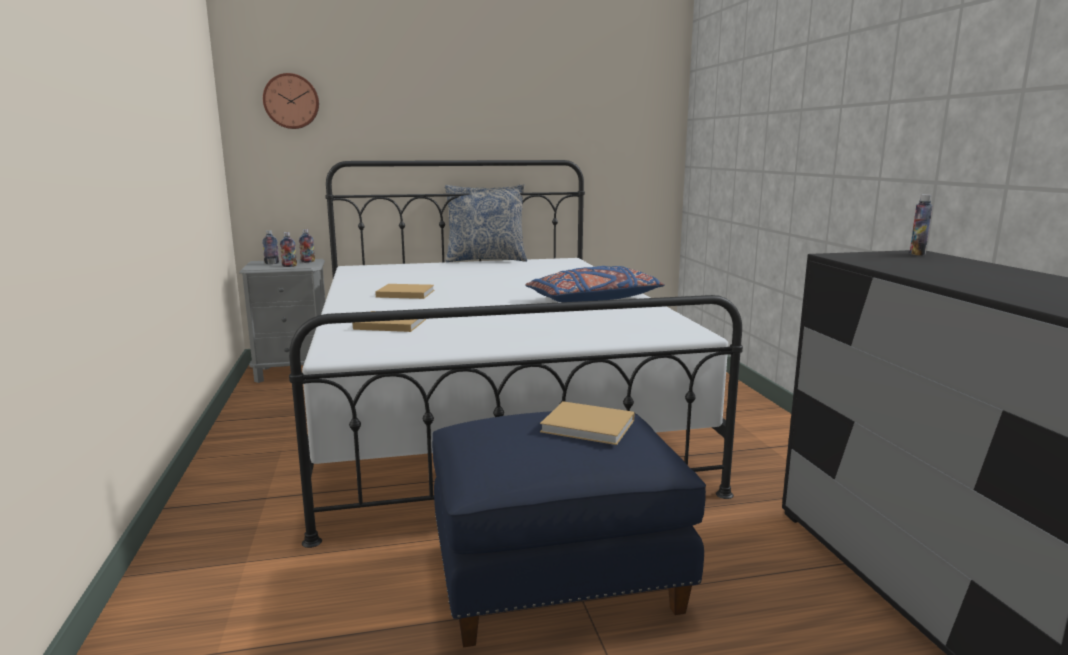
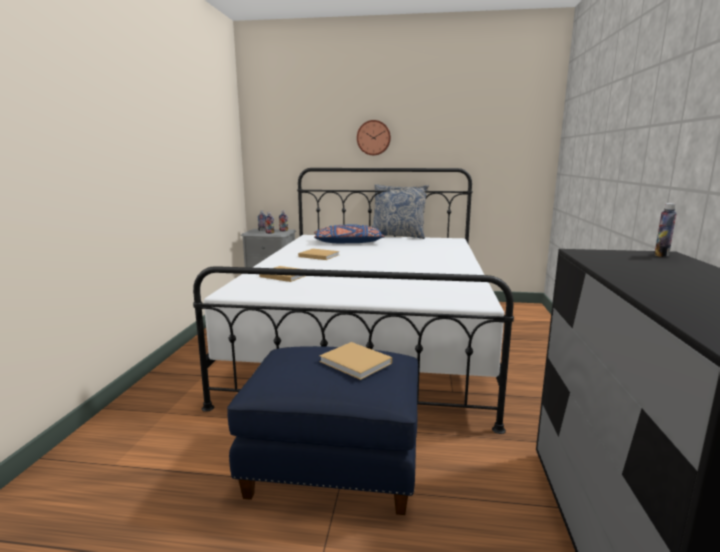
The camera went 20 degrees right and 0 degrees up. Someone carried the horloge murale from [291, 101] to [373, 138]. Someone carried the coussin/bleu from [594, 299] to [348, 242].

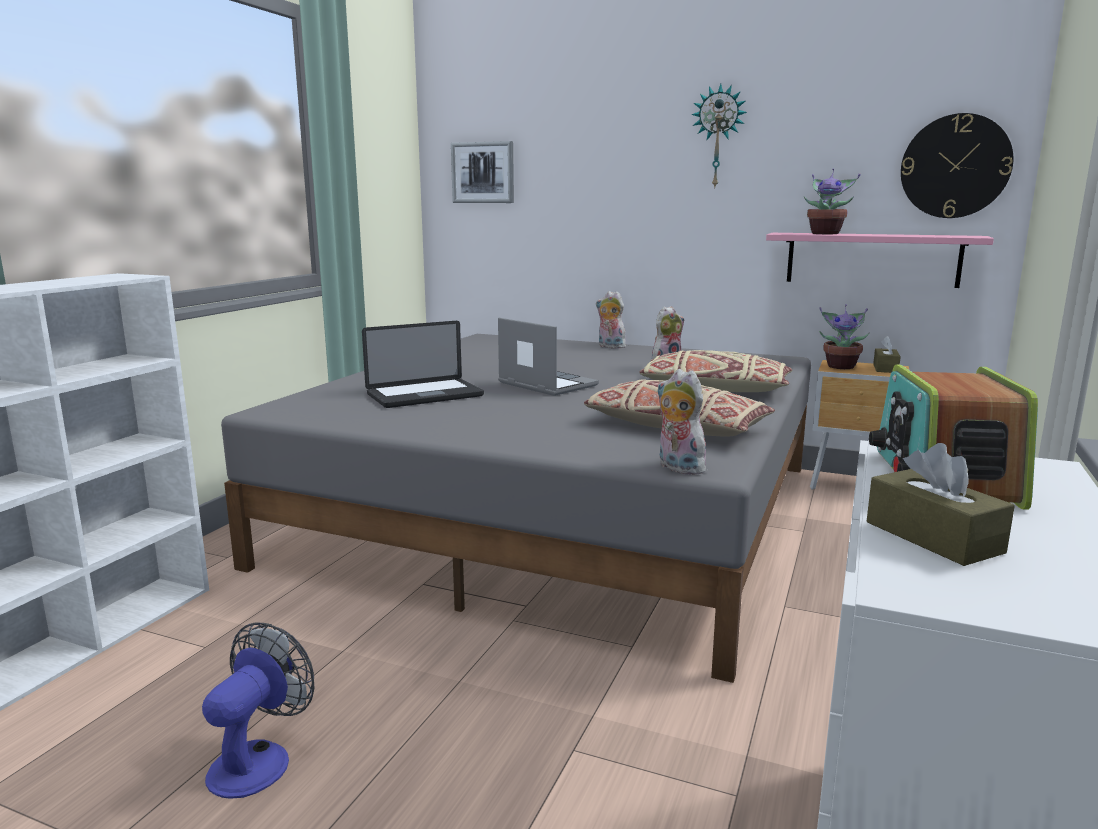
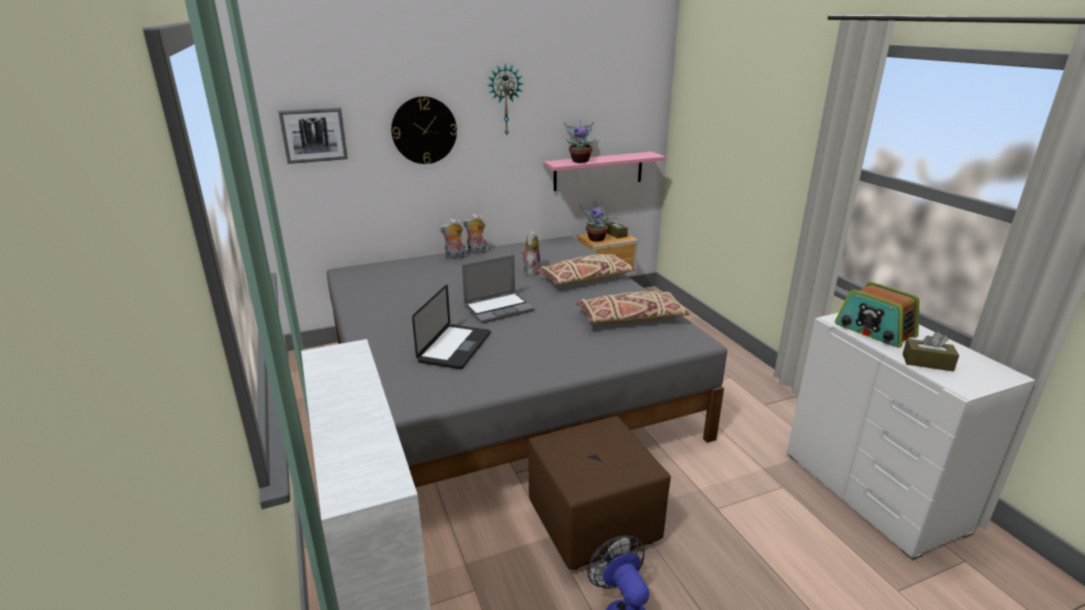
The camera went 45 degrees left and 10 degrees up. Someone rotated the ordinateur portable at [545, 384] by 150 degrees clockwise. Someone carried the peluche from [677, 468] to [476, 252]. Someone carried the horloge murale from [955, 166] to [424, 130]. Someone put down the pouf/marron at [593, 523].

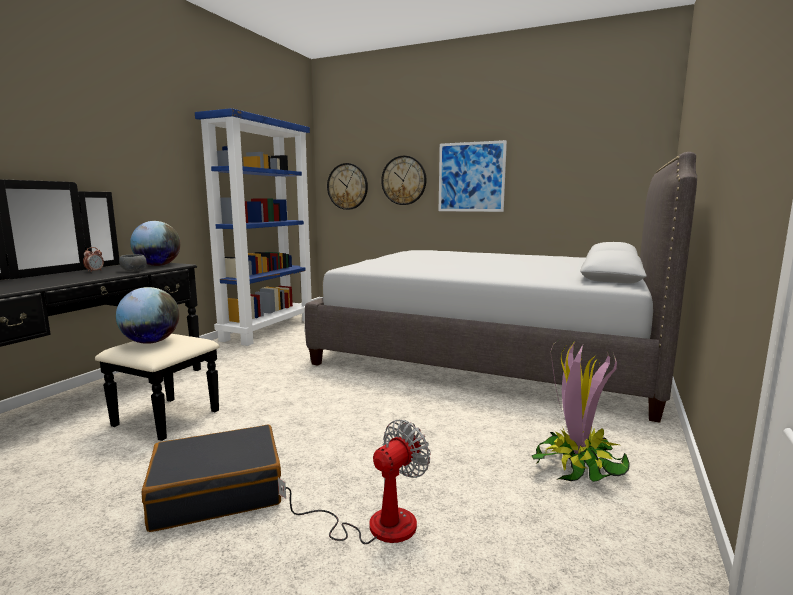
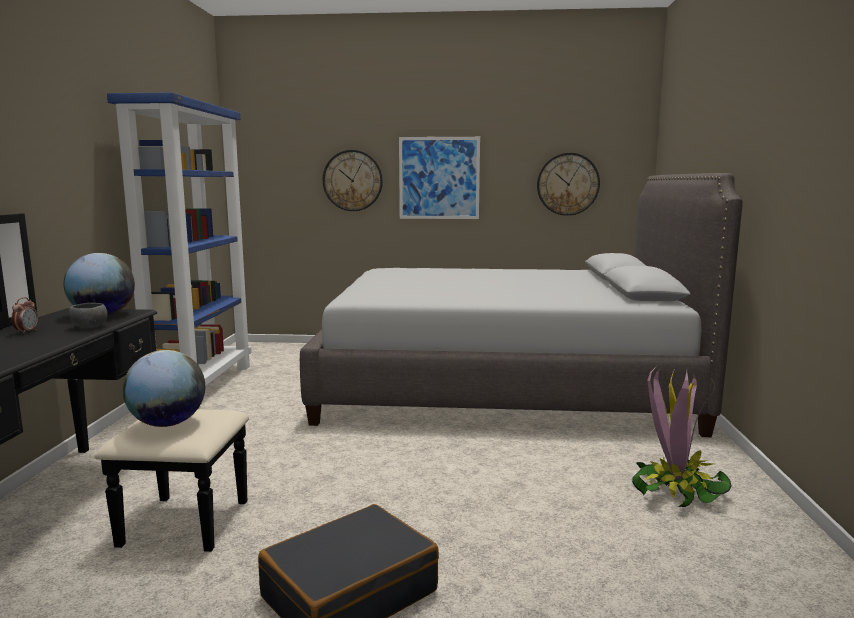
The camera went 20 degrees left and 0 degrees up. Someone took away the ventilateur at [374, 525]. Someone carried the horloge murale from [347, 186] to [568, 184].

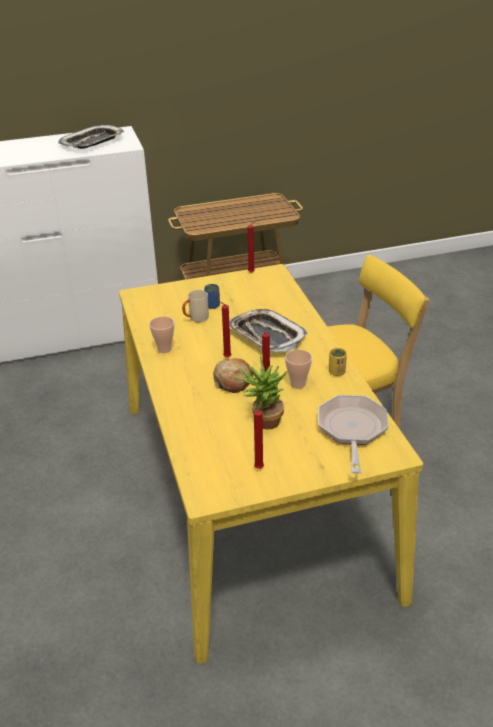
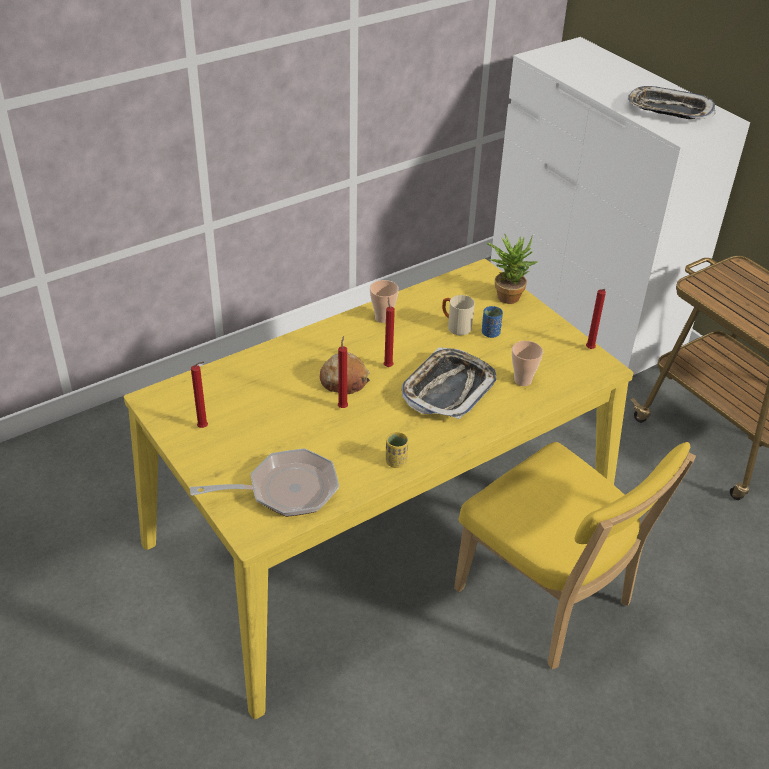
The camera went 70 degrees right and 5 degrees up. Someone carried the plante en pot from [263, 422] to [507, 294]. Someone carried the tasse from [297, 384] to [522, 380].

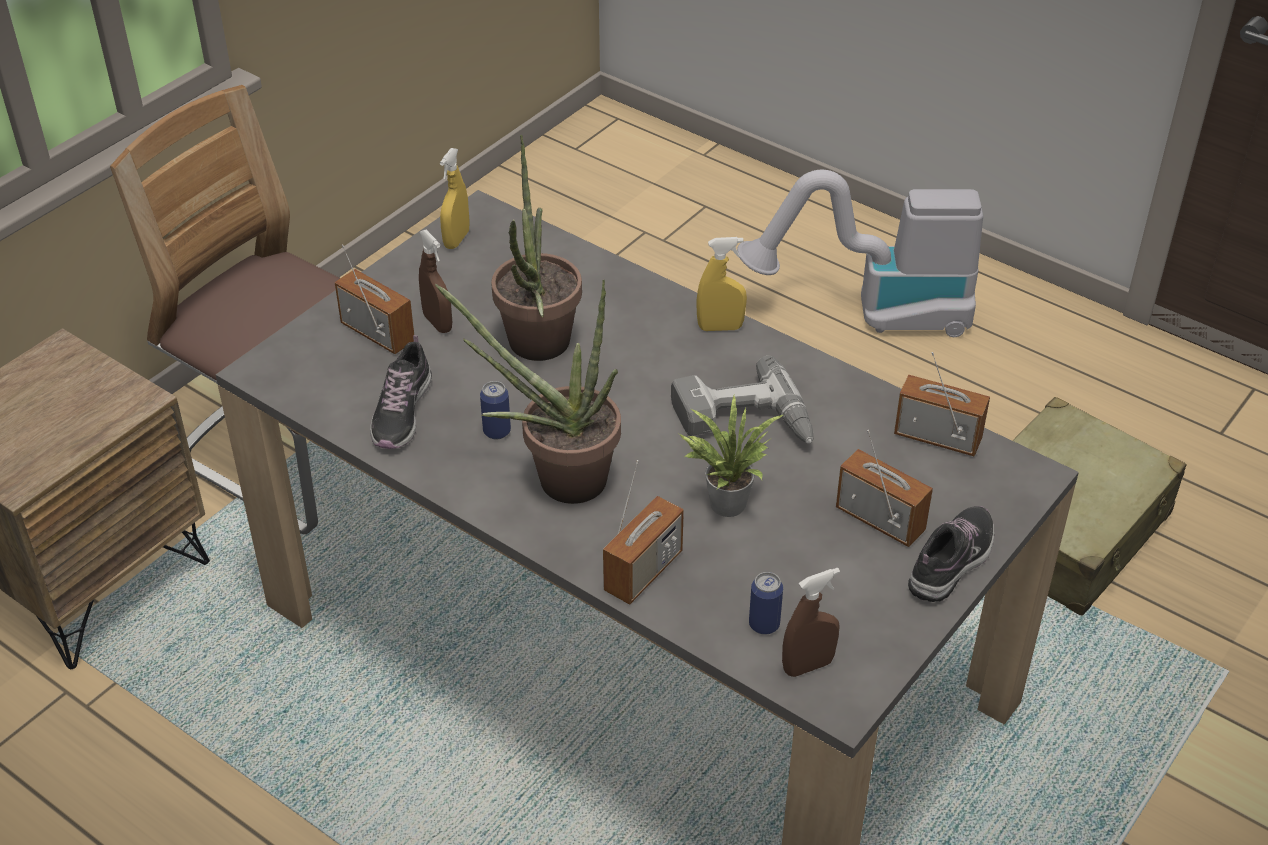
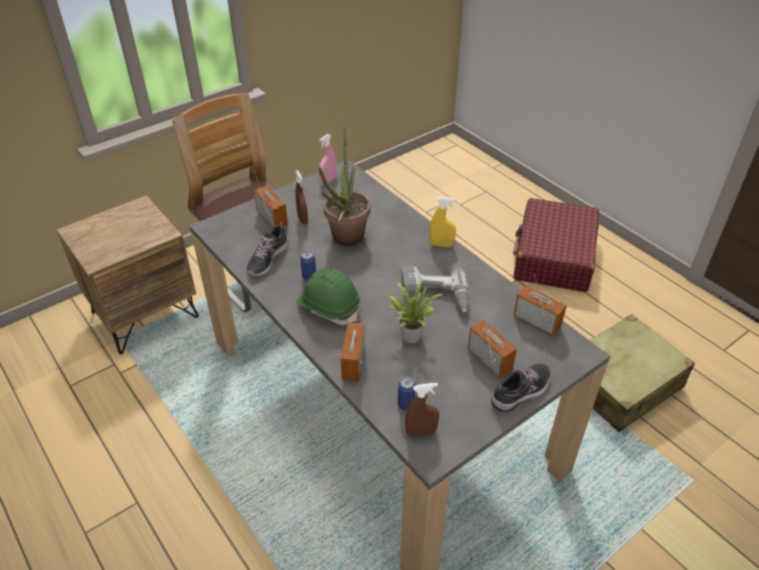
The camera went 15 degrees right and 0 degrees up. Someone swapped the plante en pot at [557, 480] for the casque de chantier/vert at [329, 307]. Someone repainted the vaporisateur/jaune at [456, 239], which became the vaporisateur/rose at [328, 181]. Someone rotated the radio at [643, 572] by 135 degrees clockwise. Someone swapped the aspirateur at [873, 314] for the valise/rouge at [553, 256].

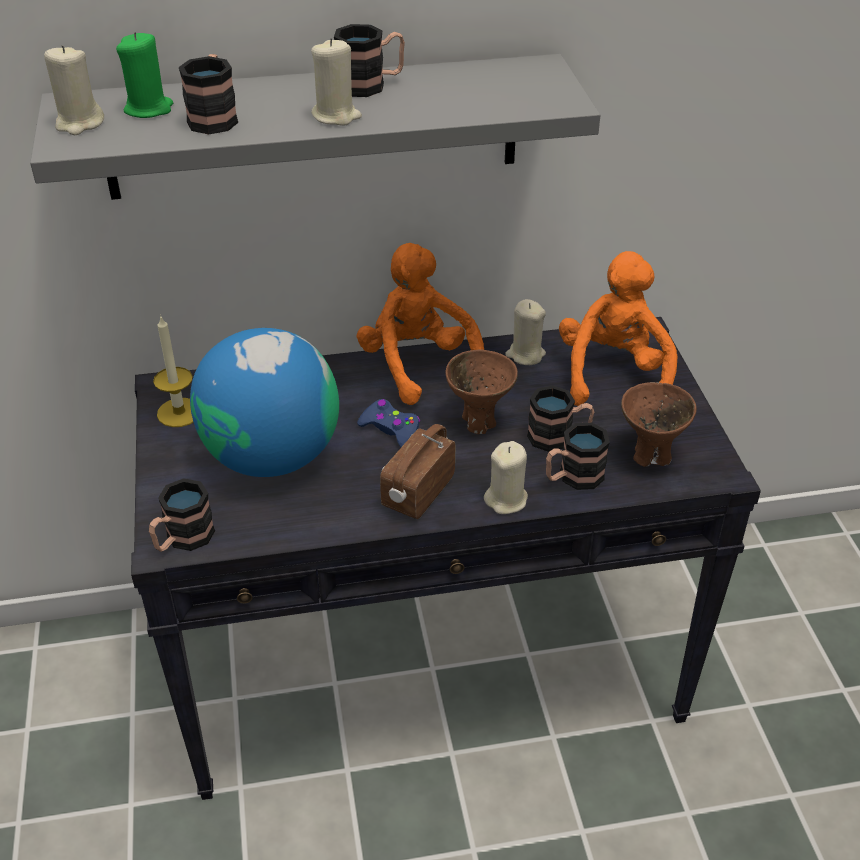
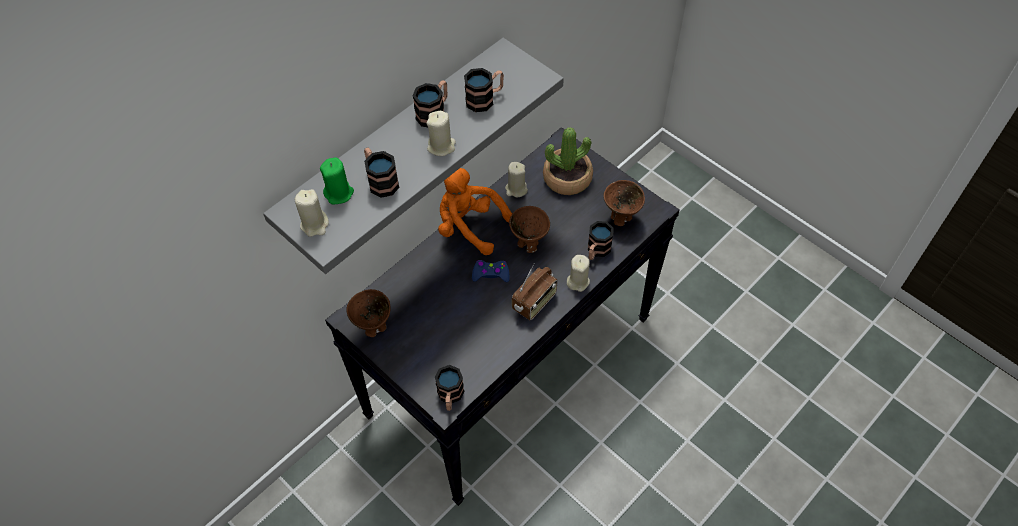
The camera went 35 degrees left and 15 degrees up. Someone swapped the bougie at [179, 412] for the bol/marron at [374, 328]. Someone took away the globe at [272, 455]. Someone rotated the radio at [417, 492] by 135 degrees counterclockwise. Someone carried the mug from [558, 437] to [485, 99]. Someone swapped the peluche/orange at [613, 374] for the plante en pot at [567, 178].

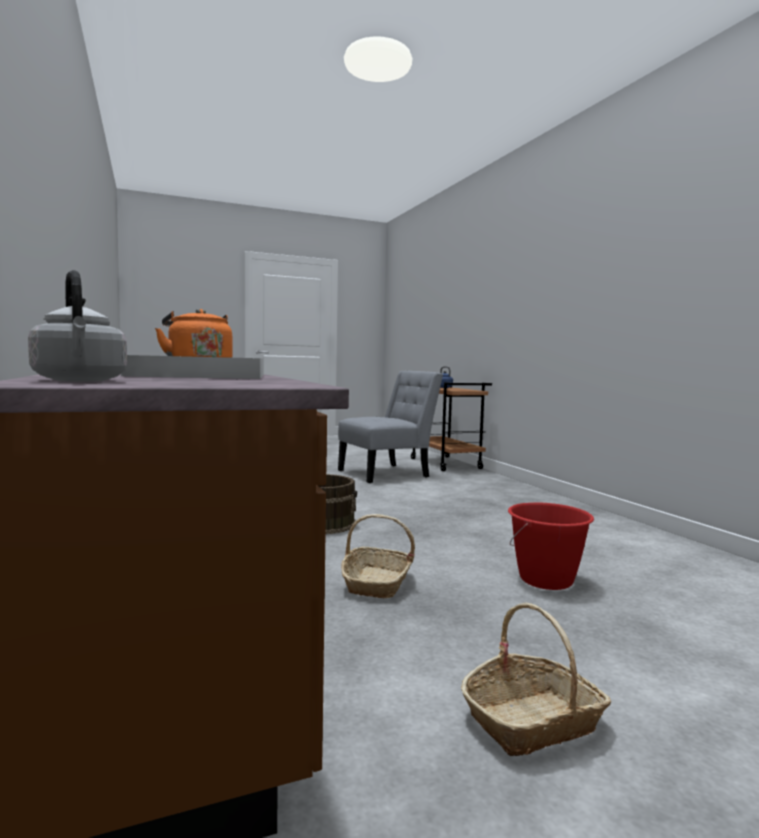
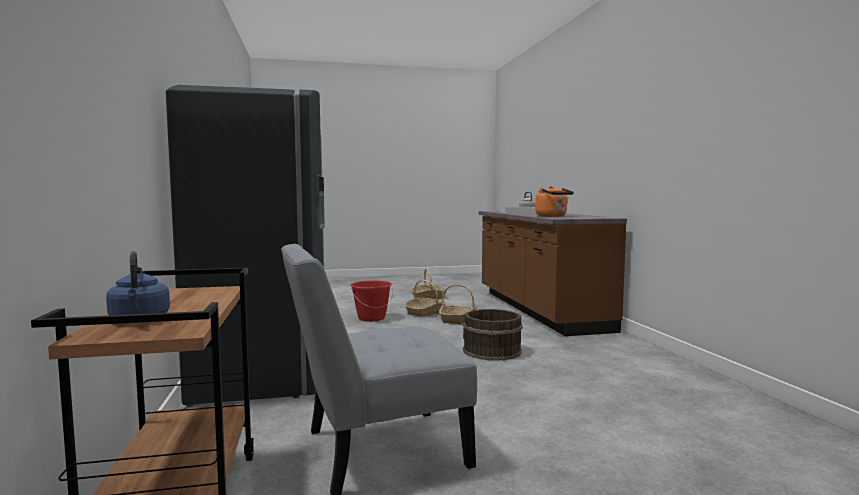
The camera went 170 degrees left and 0 degrees up. Someone put down the réfrigérateur/gris at [264, 372]. Someone put down the panier at [425, 313].

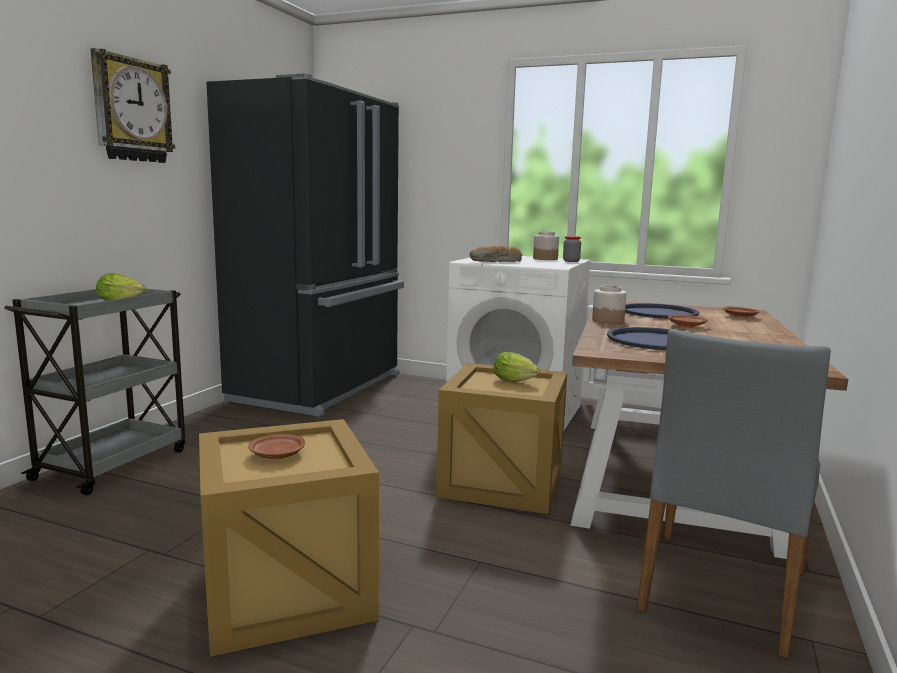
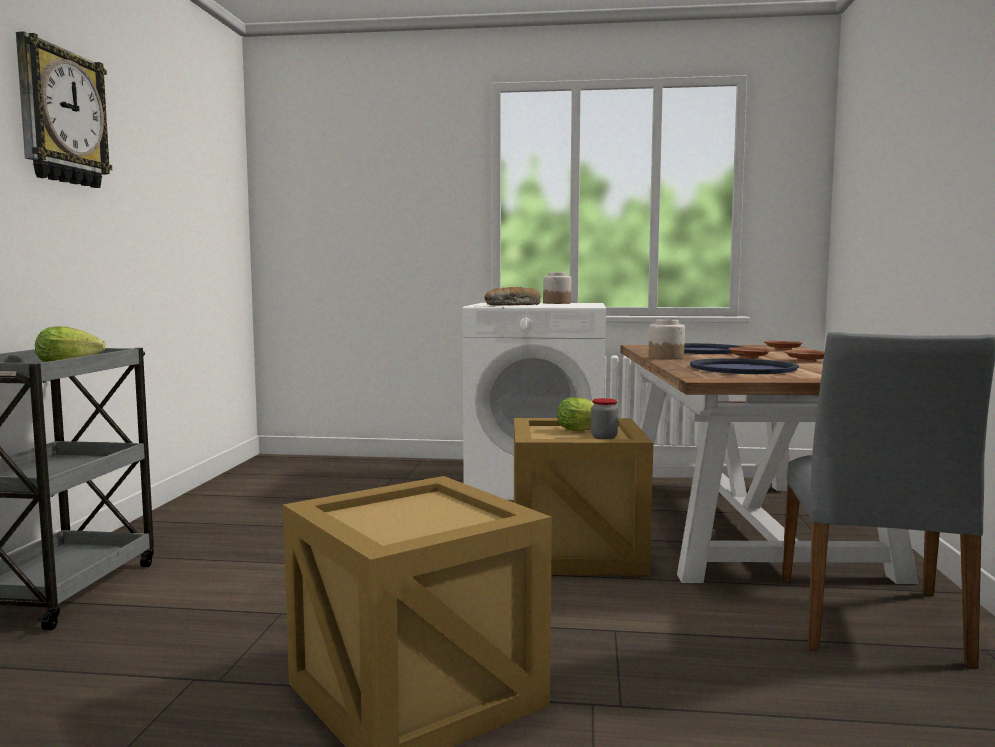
The camera went 15 degrees left and 5 degrees down. Someone took away the réfrigérateur/noir at [322, 387]. Someone carried the assiette/marron from [276, 455] to [806, 361]. Someone carried the bocal from [571, 261] to [604, 437].

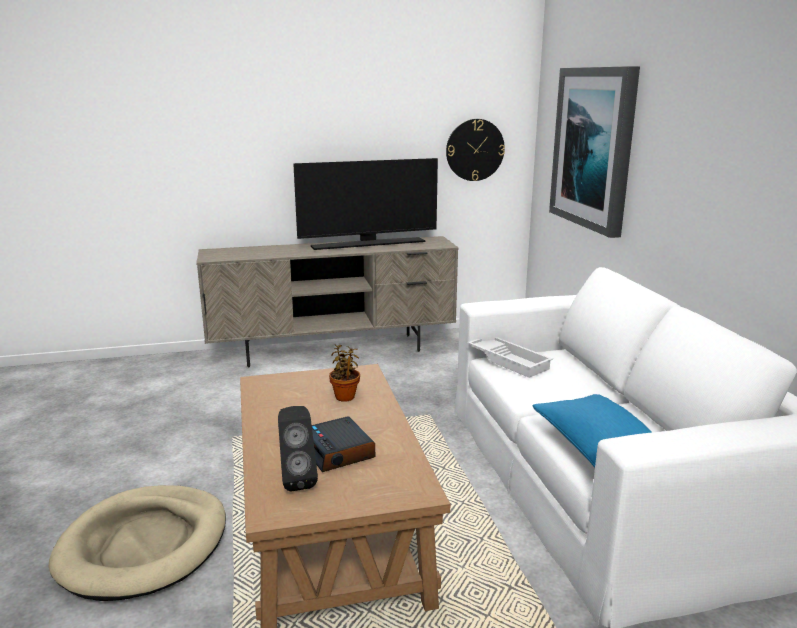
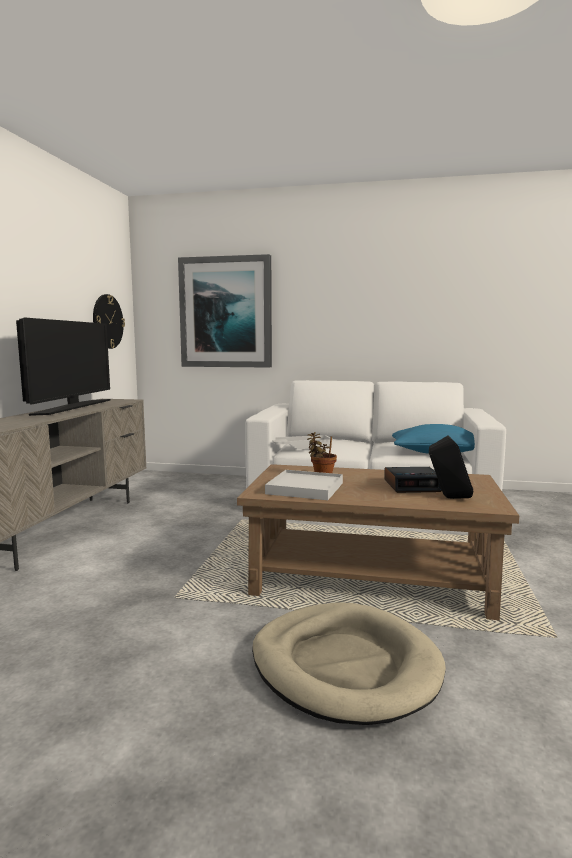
The camera went 65 degrees left and 10 degrees down. Someone put down the plateau/blanc at [305, 488].

